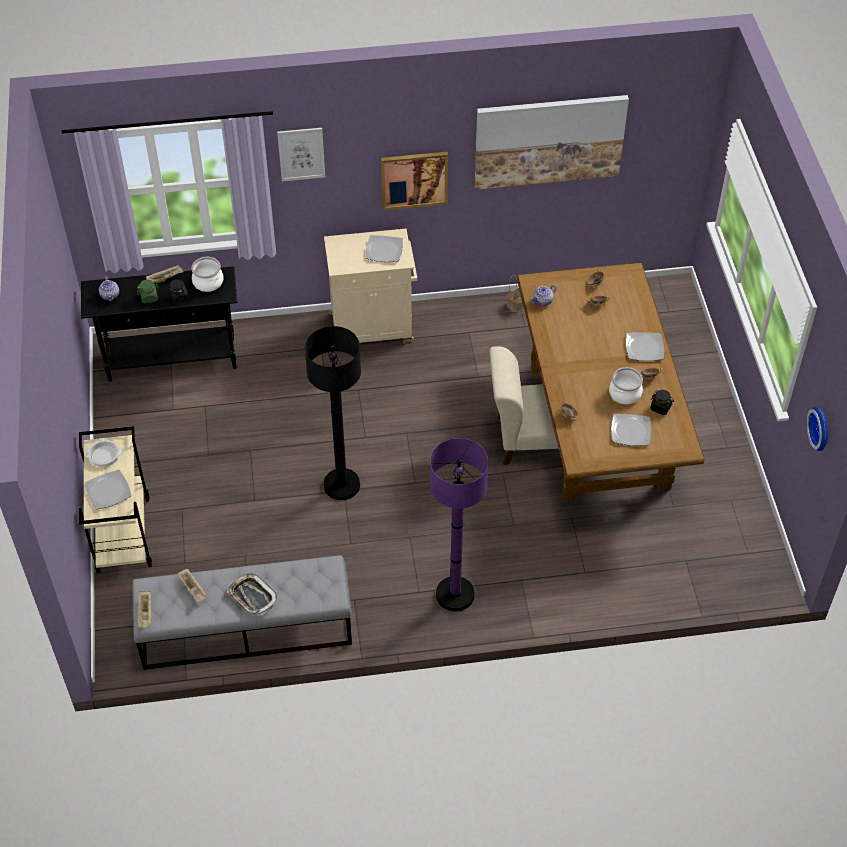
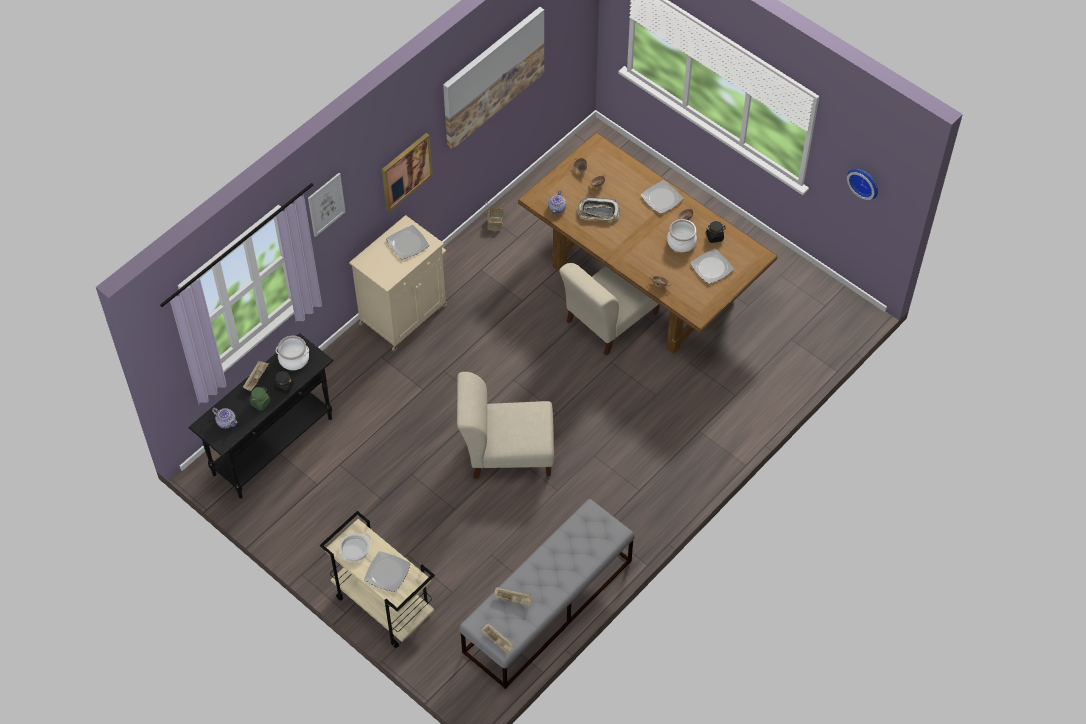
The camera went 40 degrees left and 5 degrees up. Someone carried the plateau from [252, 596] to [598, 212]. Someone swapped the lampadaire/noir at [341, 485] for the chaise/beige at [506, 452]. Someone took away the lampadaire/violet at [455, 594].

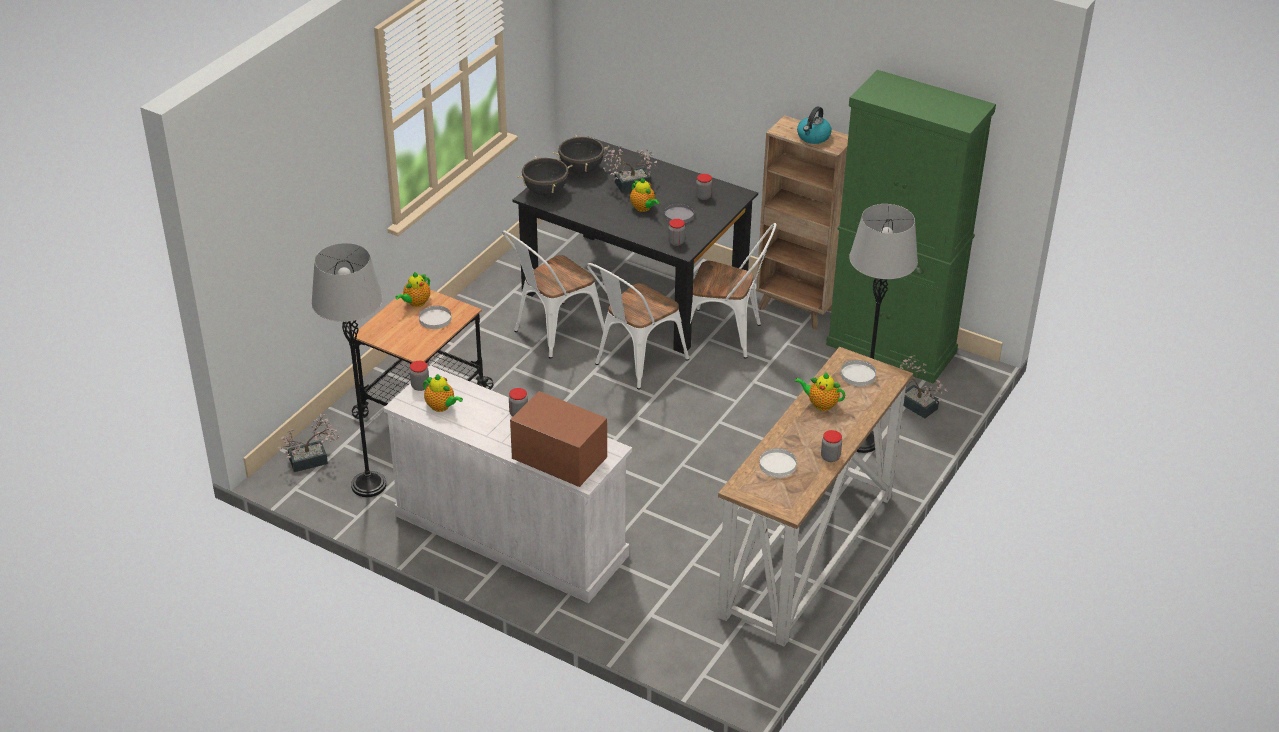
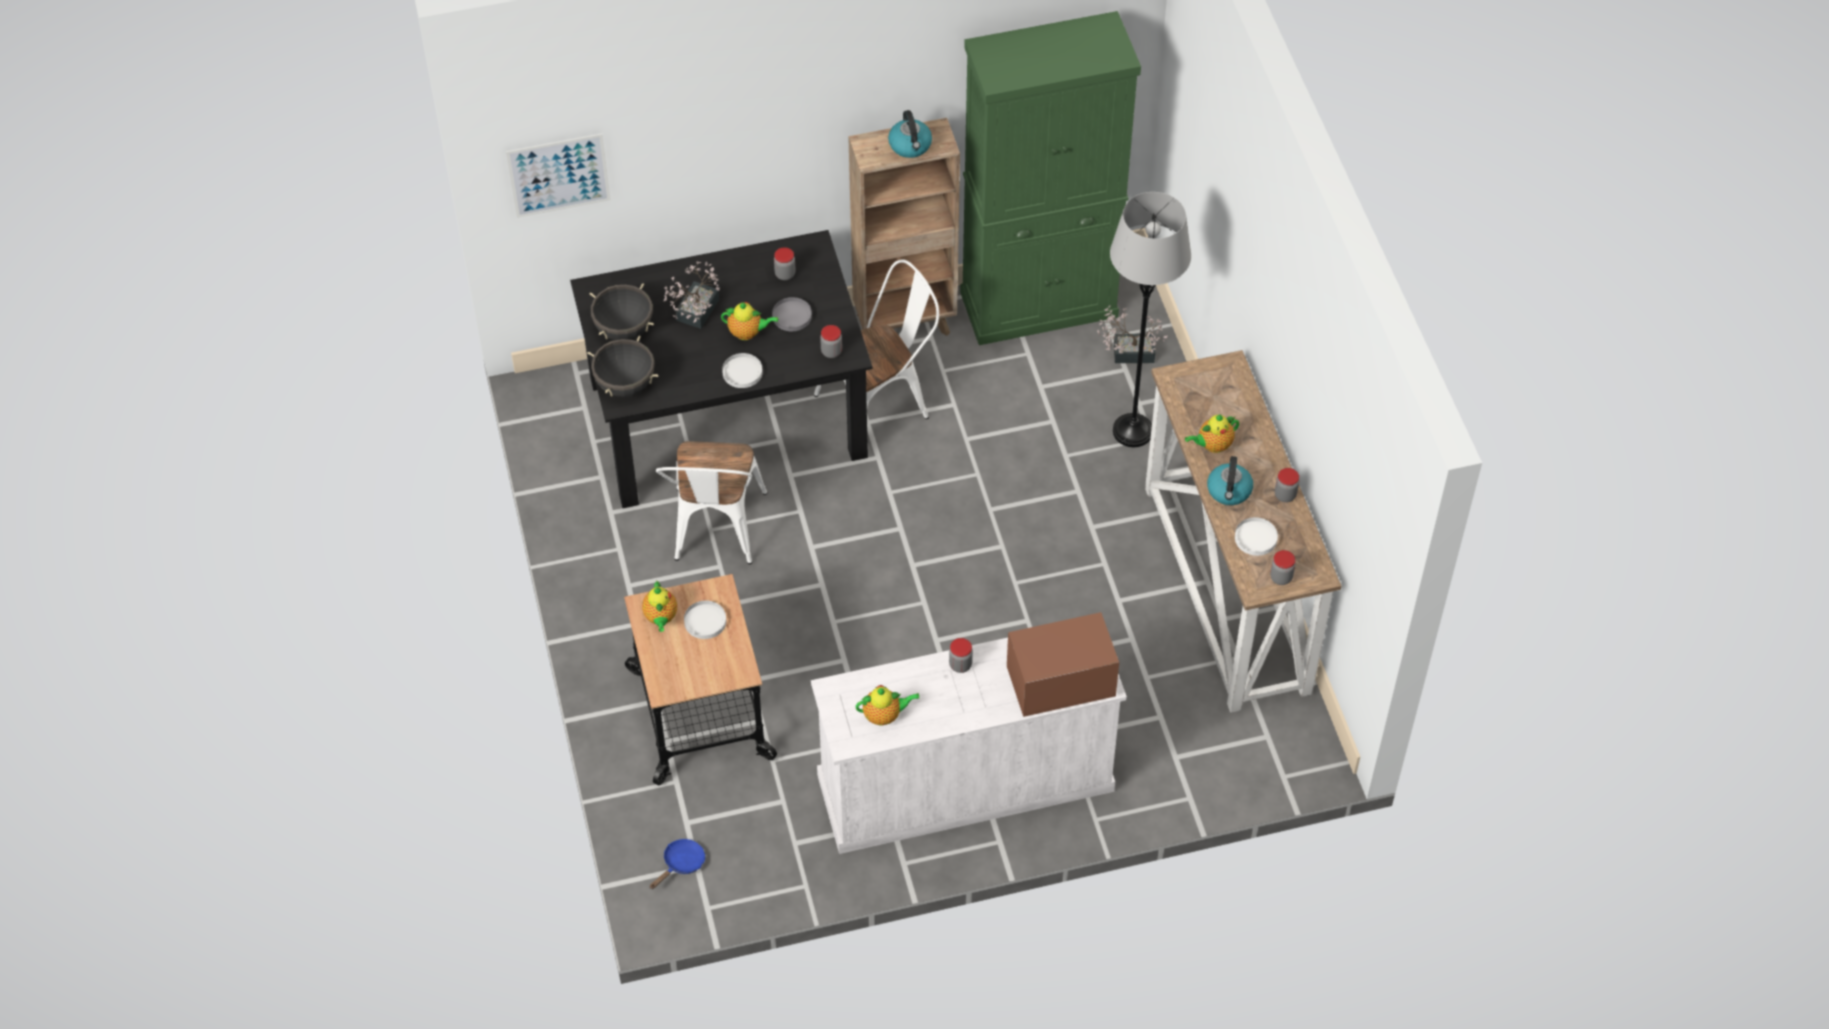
The camera went 45 degrees left and 15 degrees up. Someone swapped the plante en pot at [313, 460] for the poêle/bleu at [681, 864]. Someone took away the lampadaire/gris at [369, 485]. Someone carried the bocal from [420, 386] to [1281, 577]. Someone took away the chaise/blanc at [634, 363]. Someone carried the assiette/blanc from [858, 375] to [742, 372]. Someone put up the tableau at [558, 175]. Someone put down the bouilloire at [1229, 491].

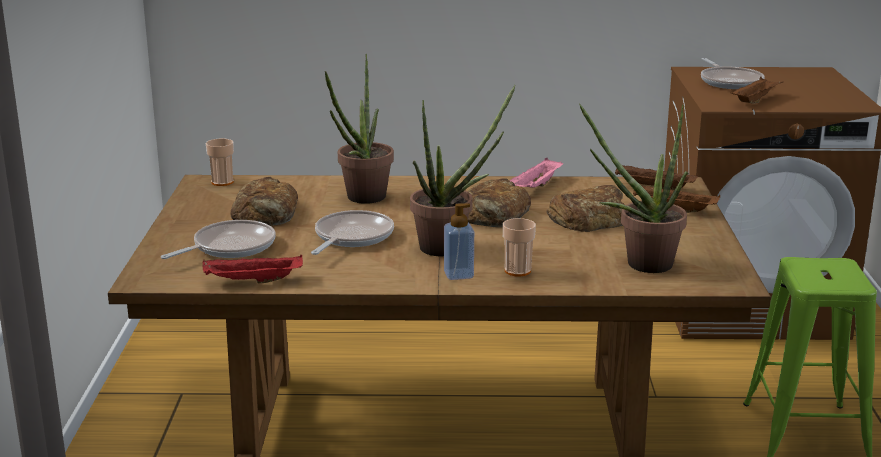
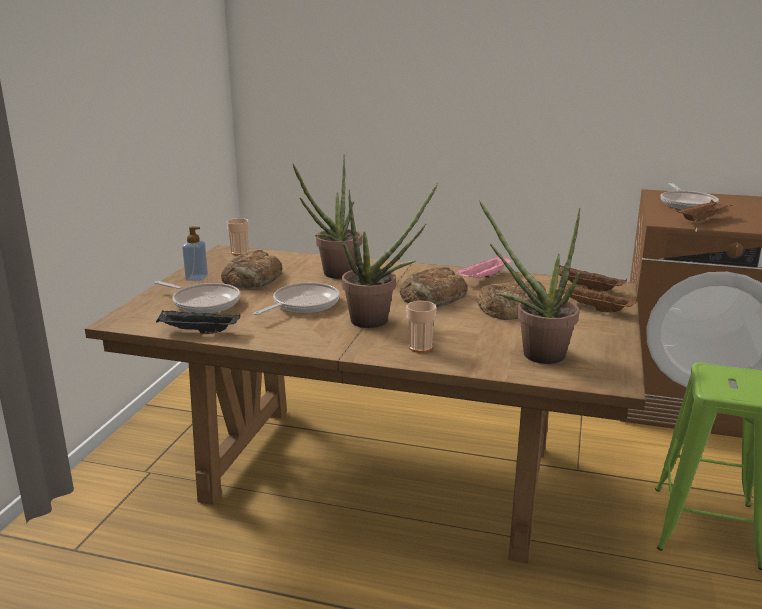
The camera went 15 degrees right and 0 degrees up. Someone rotated the poêle at [230, 247] by 60 degrees clockwise. Someone repainted the plateau/rouge at [252, 281], which became the plateau/noir at [197, 332]. Someone carried the distributeur de savon from [458, 274] to [196, 278].

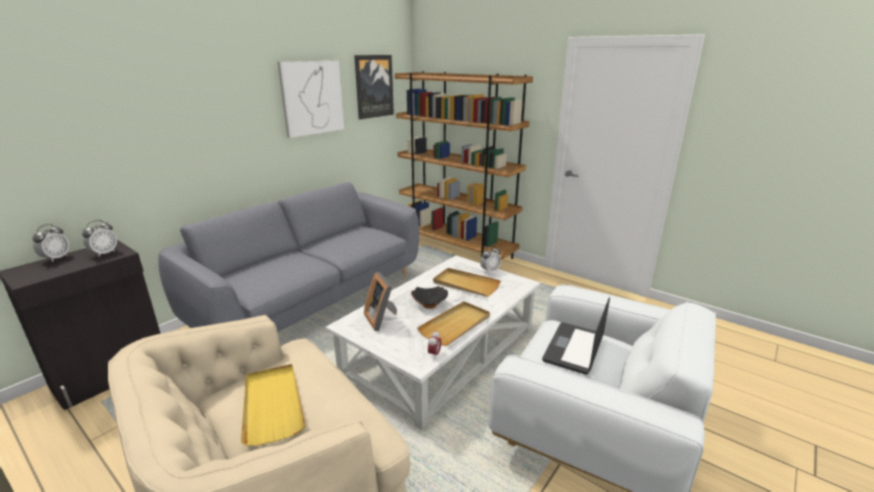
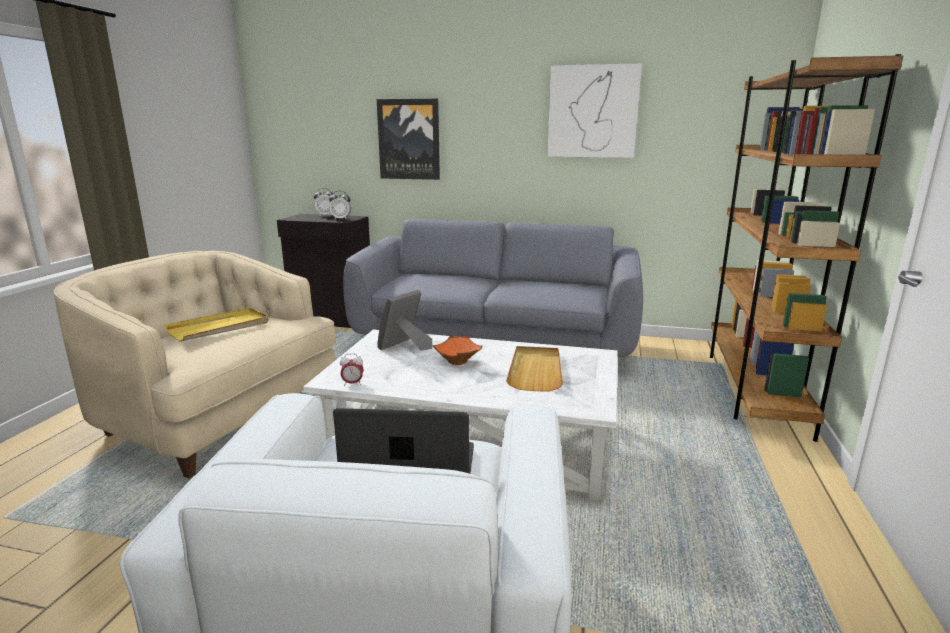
The camera went 65 degrees right and 5 degrees down. Someone carried the tableau from [374, 86] to [409, 139]. Someone repainted the bol/noir at [429, 304], which became the bol/orange at [459, 361]. Someone took away the plateau/beige at [455, 325]. Someone took away the réveil at [490, 271].

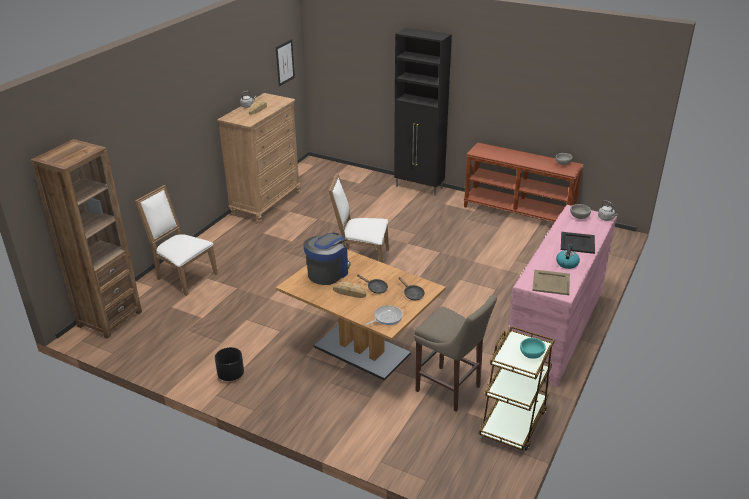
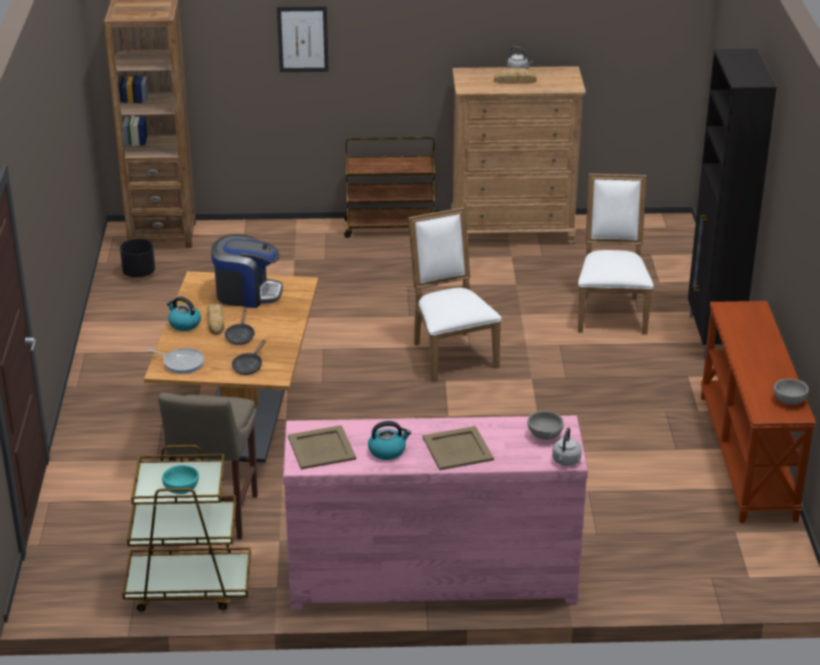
The camera went 60 degrees right and 0 degrees up. Someone carried the chaise/blanc from [183, 276] to [610, 312]. Someone carried the cache-pot/noir from [230, 375] to [139, 273]. Someone carried the tableau from [285, 62] to [303, 39]. Someone repainted the plateau/noir at [578, 243], which became the plateau/beige at [458, 449]. Someone put down the bouilloire at [184, 324]. Someone put down the chariot/marron at [390, 228].

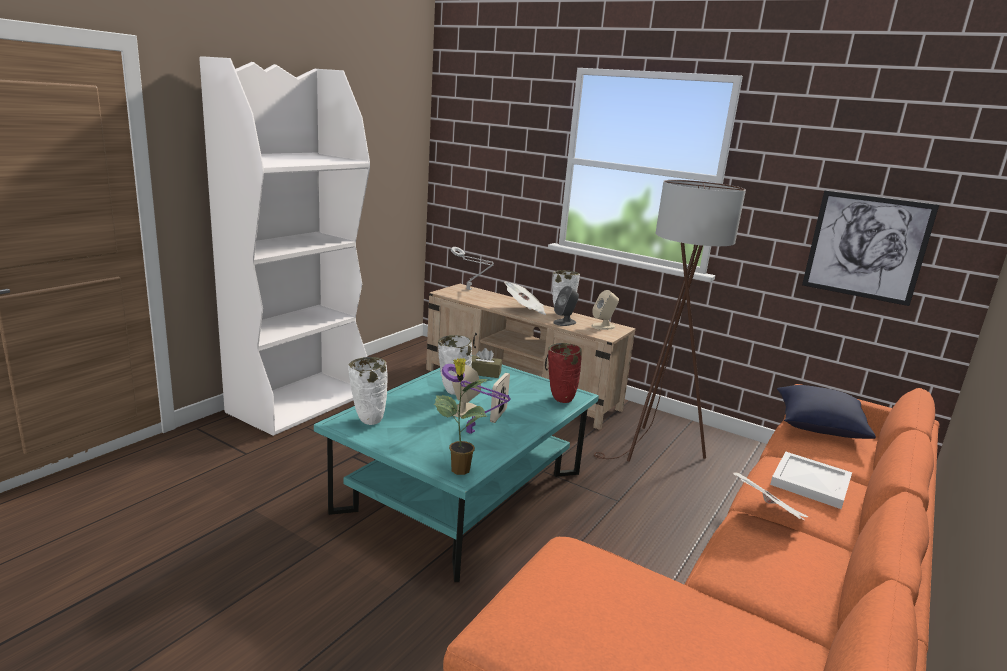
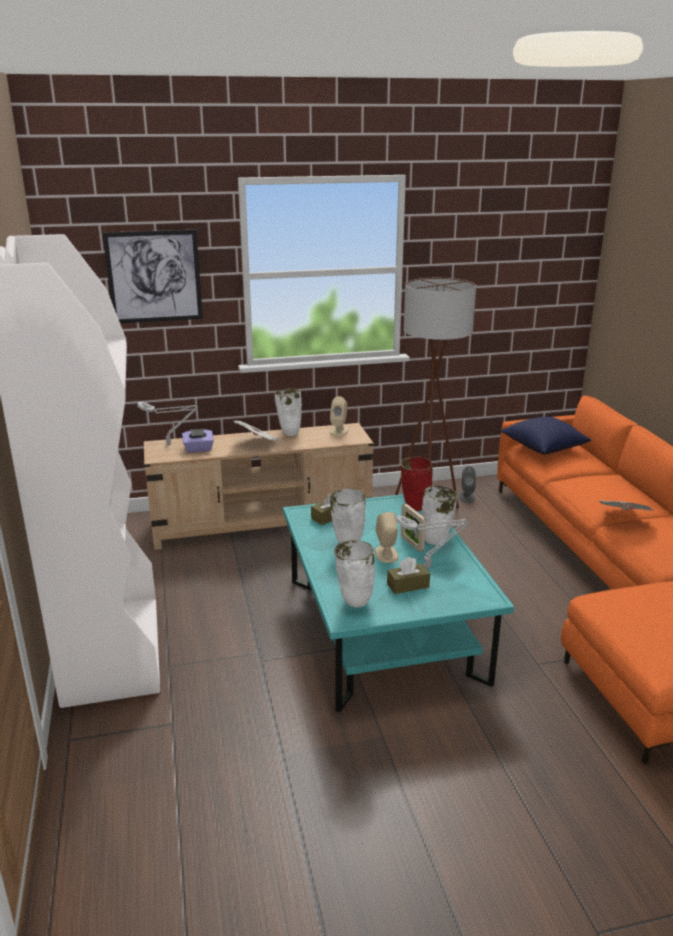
The camera went 45 degrees left and 5 degrees up. Someone took away the plante en pot at [459, 469]. Someone repainted the lampe de table/violet at [472, 433], which became the lampe de table/gris at [429, 567]. Someone carried the enceinte/gris from [565, 322] to [466, 497]. Someone took away the plateau/blanc at [809, 481]. Someone carried the tableau from [866, 247] to [154, 276]. Someone put down the boîte à mouchoirs/violet at [198, 449]. Someone put down the boîte à mouchoirs/marron at [408, 585]. Someone put down the vase/blanc at [437, 542].

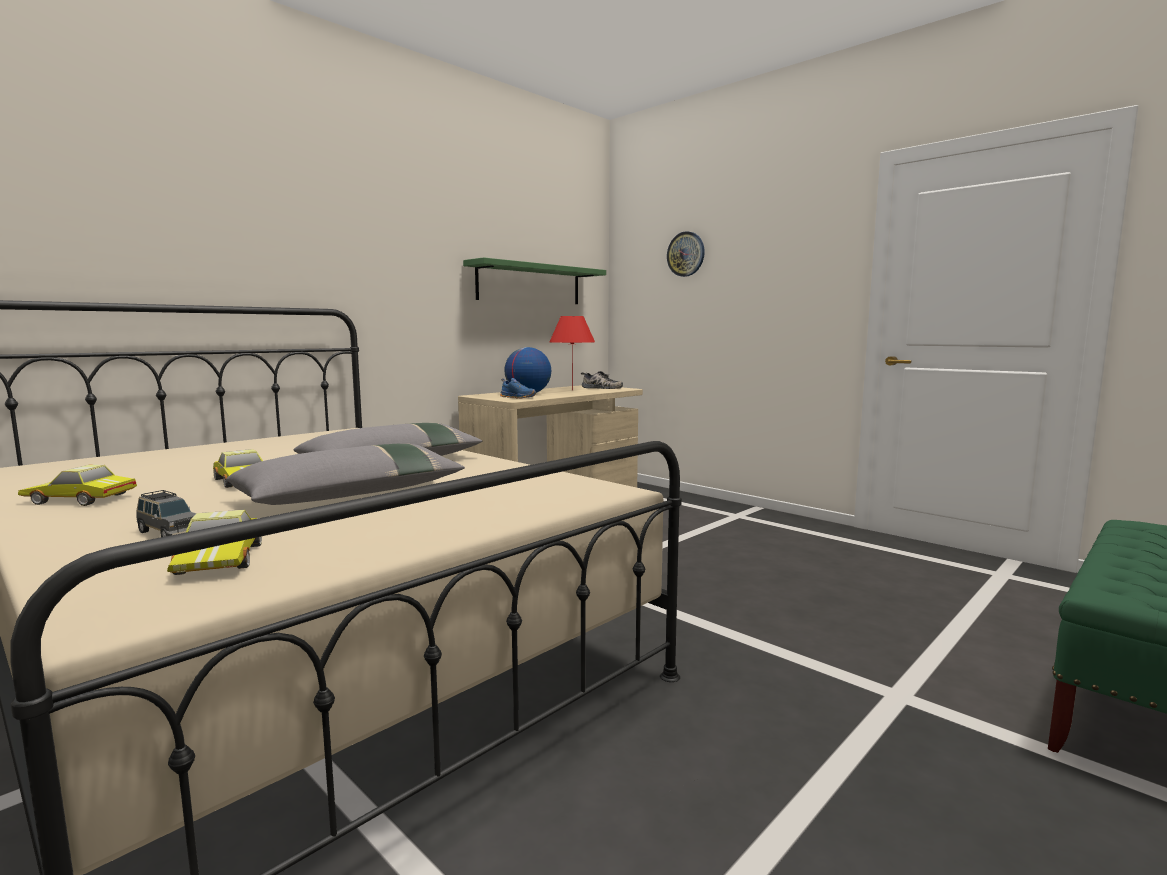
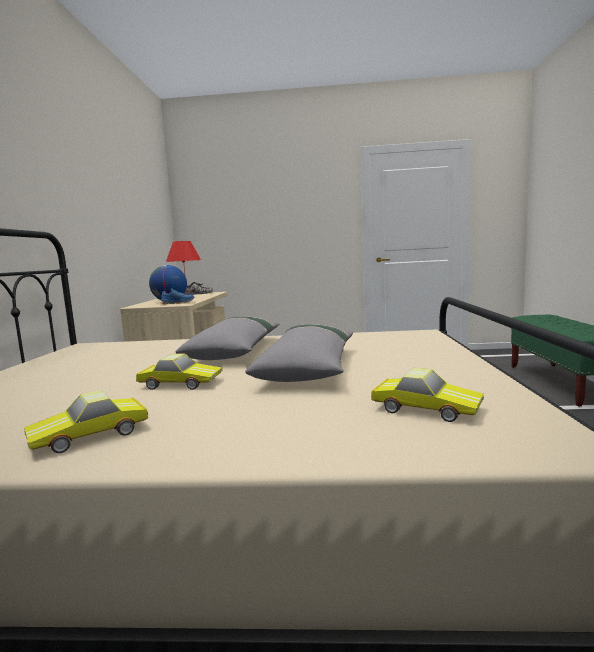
The camera went 40 degrees left and 0 degrees up. Someone took away the petite voiture/gris at [168, 533]. Someone took away the étagère/vert at [530, 284]. Someone took away the horloge murale at [686, 254].

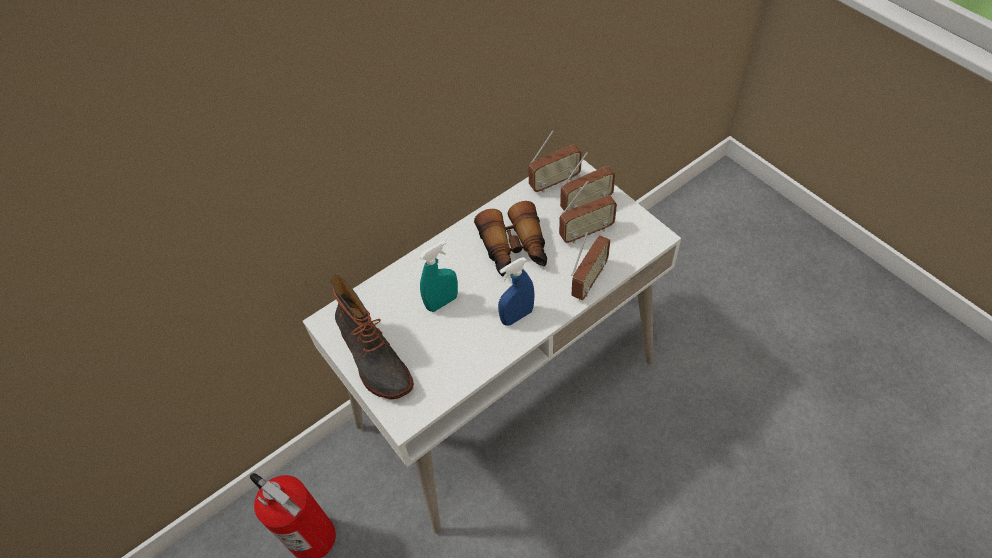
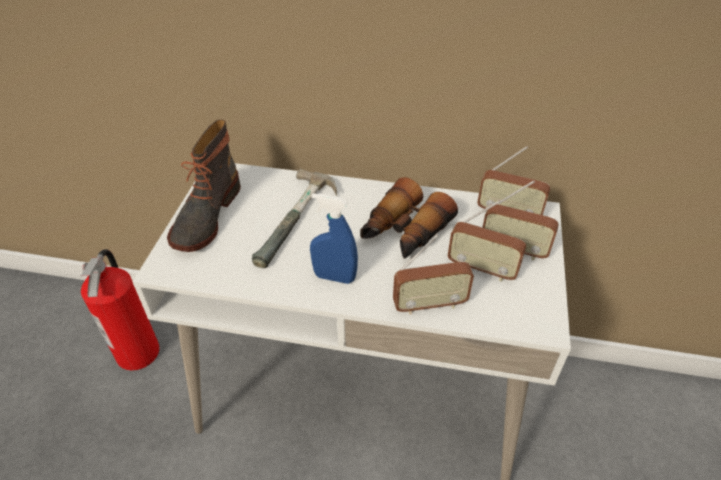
The camera went 45 degrees right and 10 degrees down. Someone swapped the vaporisateur/turquoise at [442, 302] for the marteau at [300, 221].

